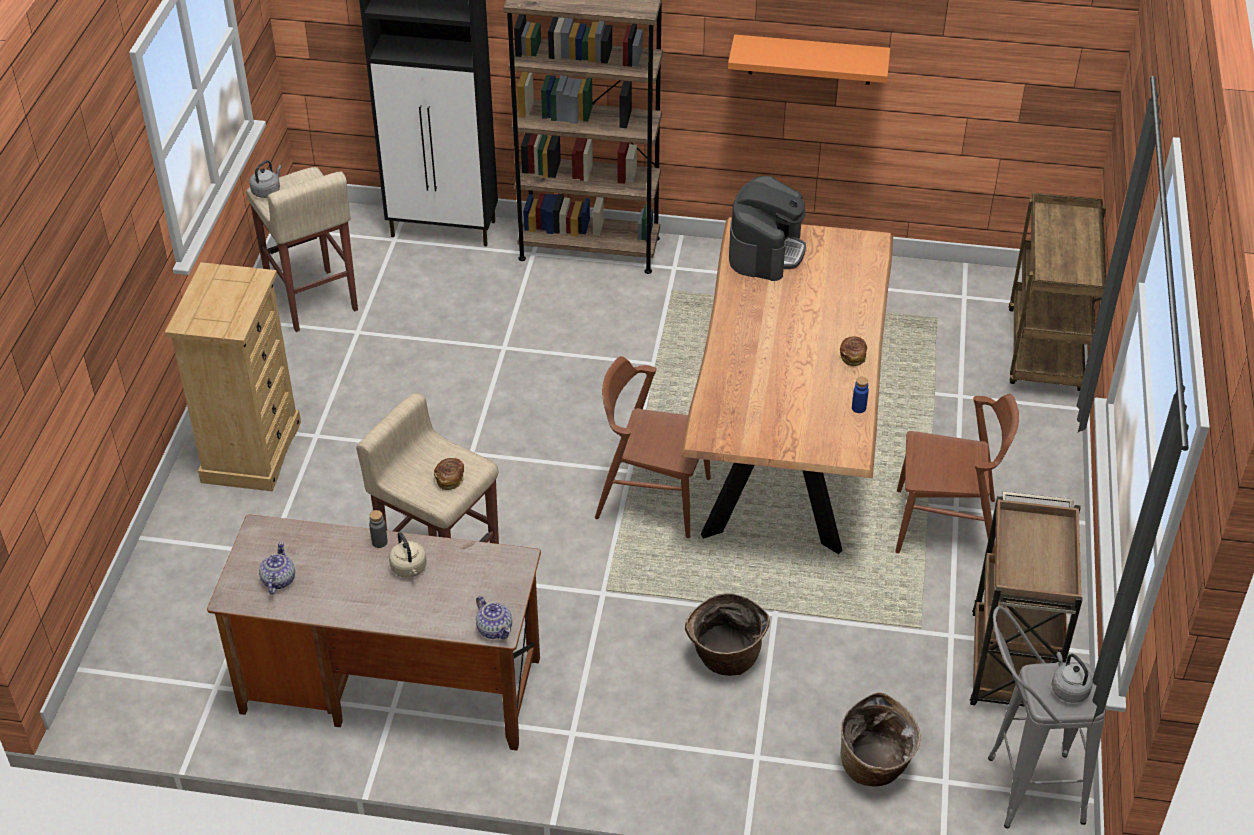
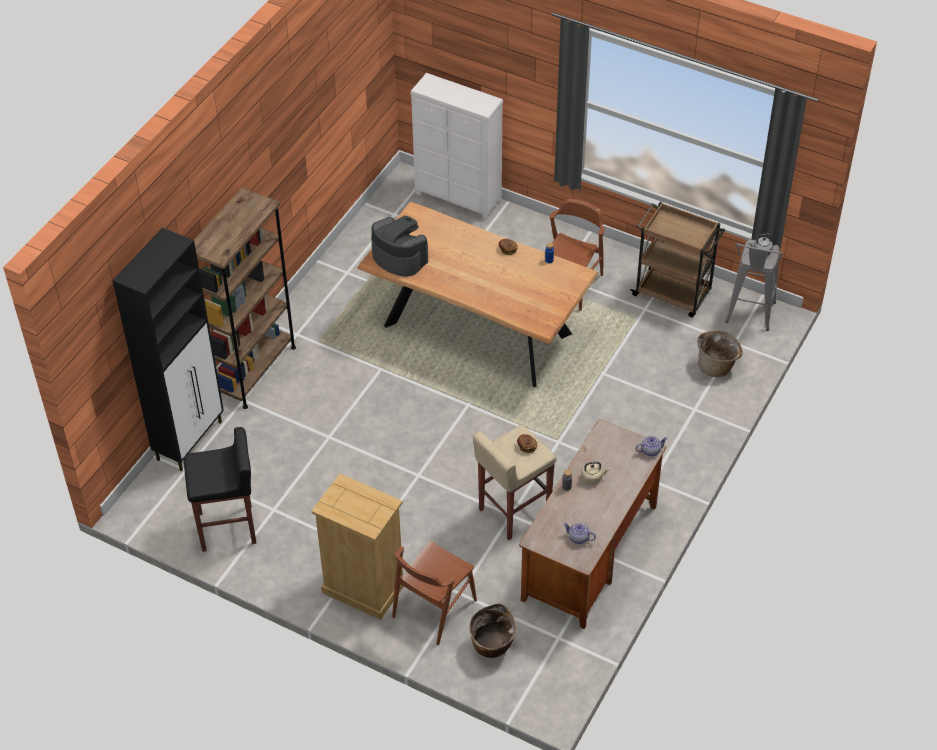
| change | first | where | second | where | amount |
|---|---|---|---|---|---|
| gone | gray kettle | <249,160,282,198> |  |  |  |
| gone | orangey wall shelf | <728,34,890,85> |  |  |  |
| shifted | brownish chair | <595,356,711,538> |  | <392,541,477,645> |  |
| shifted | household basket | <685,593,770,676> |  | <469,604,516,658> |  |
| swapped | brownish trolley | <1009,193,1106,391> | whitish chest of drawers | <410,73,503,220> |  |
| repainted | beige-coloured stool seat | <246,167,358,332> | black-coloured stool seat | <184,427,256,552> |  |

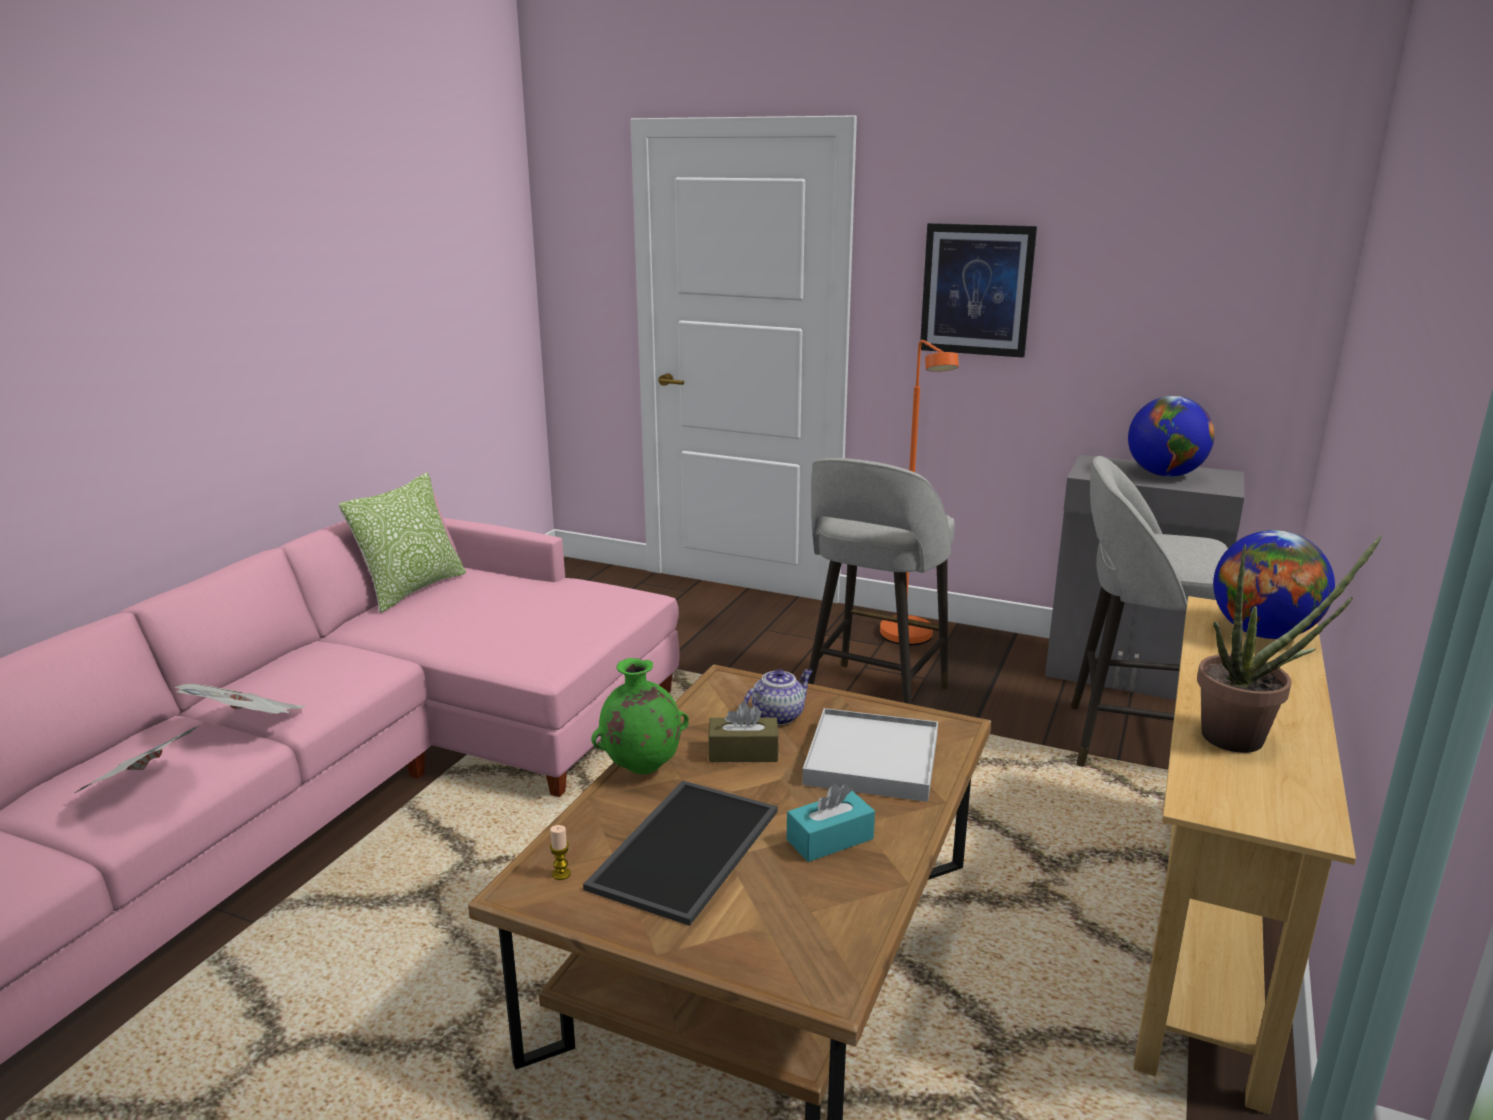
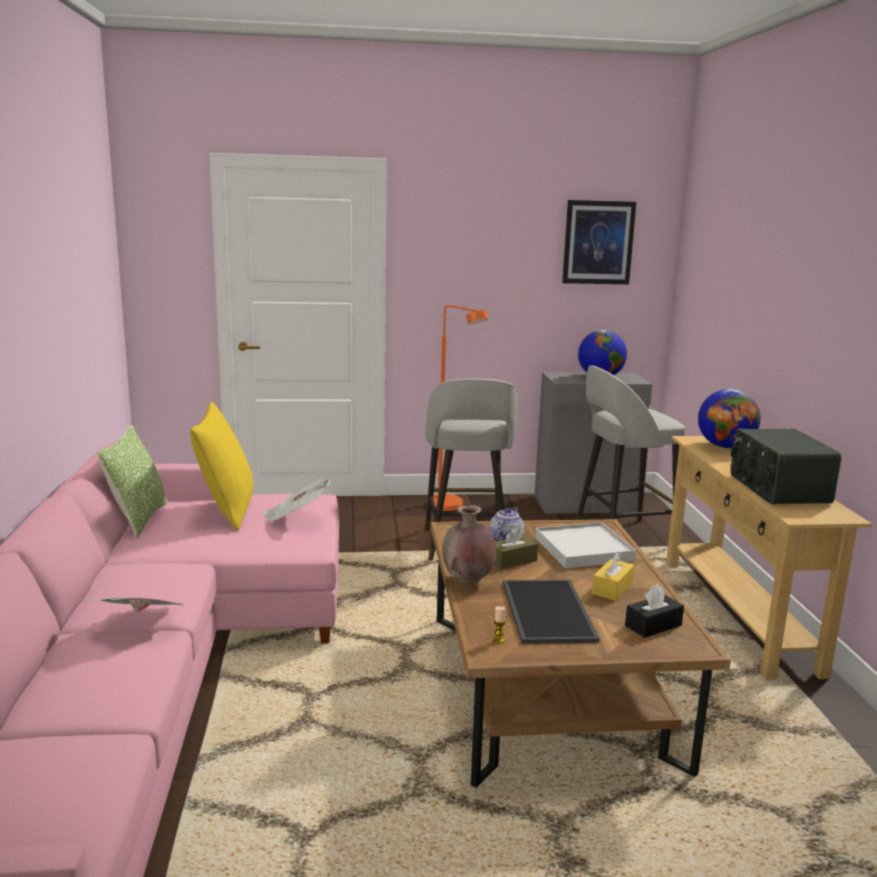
| change | first | where | second | where | amount |
|---|---|---|---|---|---|
| new |  |  | yellow pillow | <190,402,253,531> |  |
| new |  |  | black-coloured box of tissues | <625,584,684,638> |  |
| shifted | daily paper | <75,726,198,793> |  | <263,479,331,523> |  |
| shifted | wall art | <920,223,1037,358> |  | <562,200,636,284> |  |
| swapped | potted plant | <1197,535,1382,753> | radio receiver | <730,428,841,504> |  |
| repainted | green-coloured vase | <591,658,689,774> | brownish vase | <442,505,497,584> |  |
| repainted | turquoise-coloured box of tissues | <787,784,875,862> | yellow box of tissues | <592,551,634,601> |  |

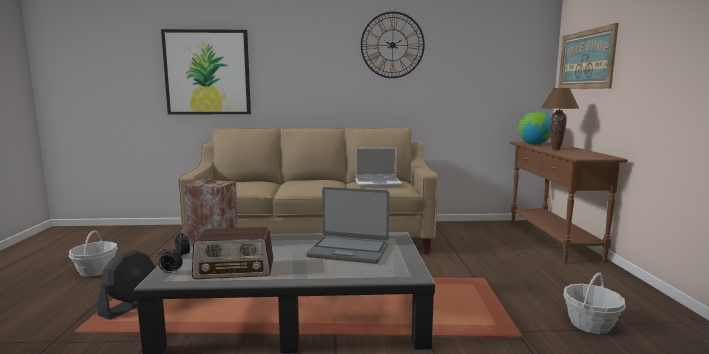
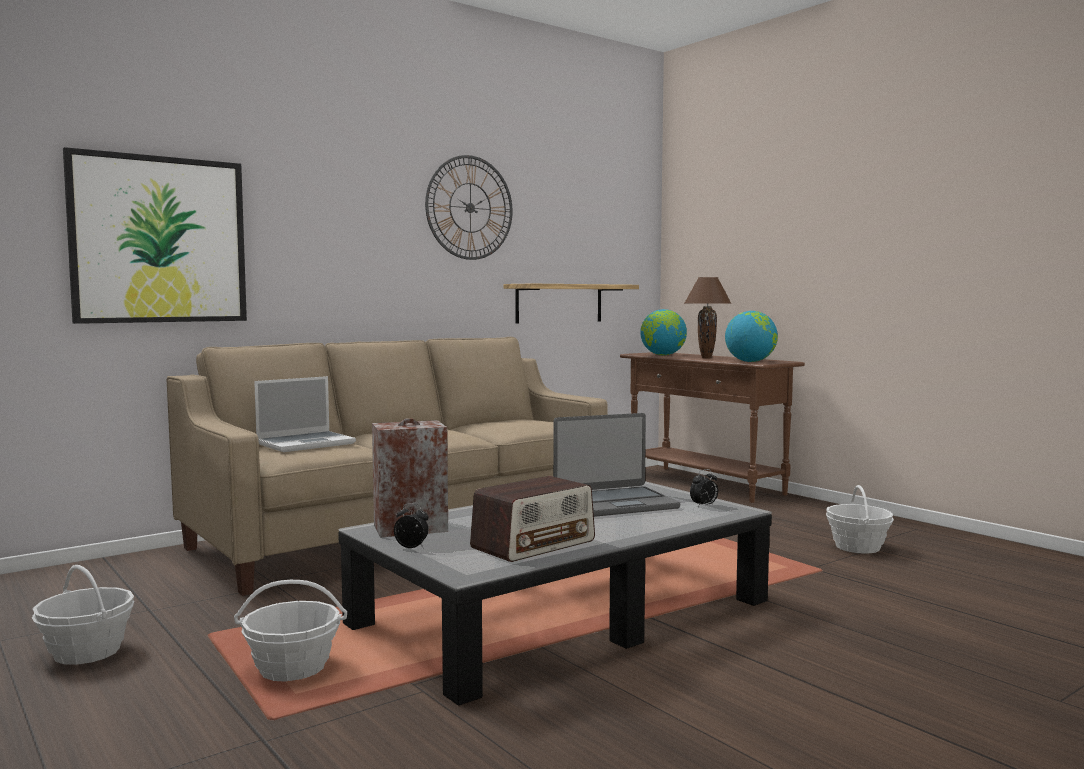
| change | first | where | second | where | amount |
|---|---|---|---|---|---|
| gone | wall art | <558,23,618,89> |  |  |  |
| new |  |  | wall shelf | <504,284,639,323> |  |
| new |  |  | globe | <725,311,778,362> |  |
| shifted | table clock | <158,245,183,273> |  | <690,469,718,507> |  |
| shifted | portable computer | <355,147,402,187> |  | <254,376,356,452> |  |
| swapped | black-coloured fan | <98,250,156,320> | household basket | <234,580,347,681> |  |

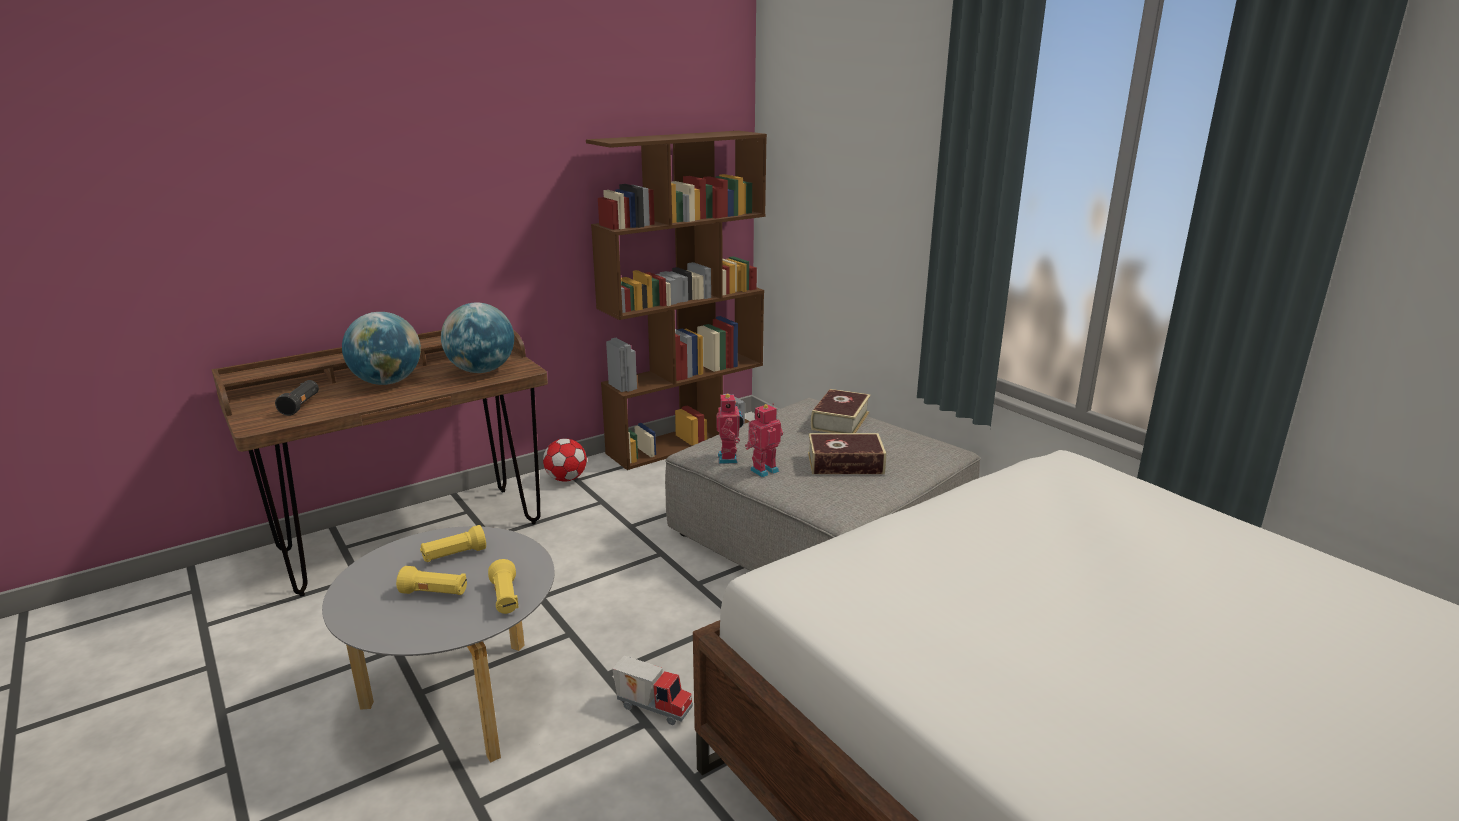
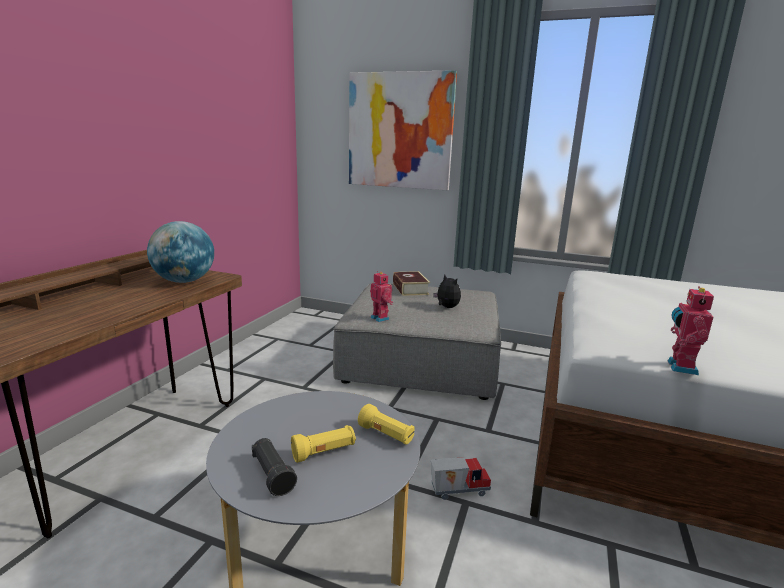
| change | first | where | second | where | amount |
|---|---|---|---|---|---|
| gone | globe | <342,312,421,385> |  |  |  |
| gone | yellow flashlight | <420,525,486,562> |  |  |  |
| gone | football | <543,438,587,481> |  |  |  |
| gone | brownish bookshelf | <586,131,767,470> |  |  |  |
| new |  |  | wall art | <349,70,457,190> |  |
| shifted | black-coloured flashlight | <275,380,319,416> |  | <252,438,297,496> |  |
| shifted | robot figure | <745,404,783,477> |  | <668,286,714,375> |  |
| swapped | bound book | <808,433,886,474> | cuddly toy | <433,274,461,308> |  |

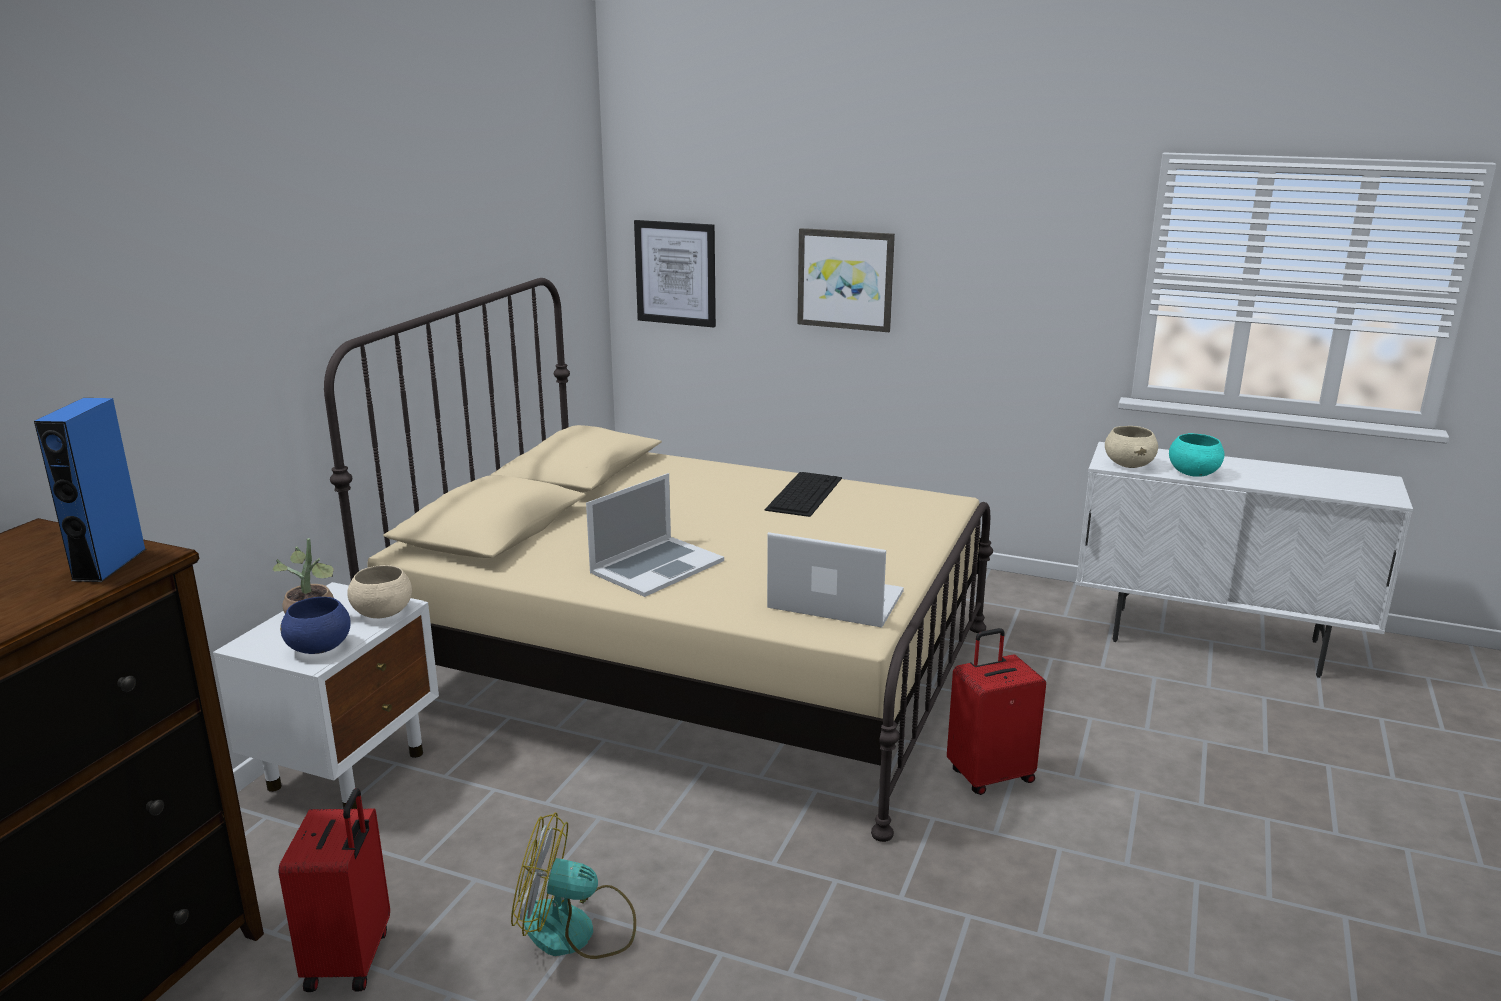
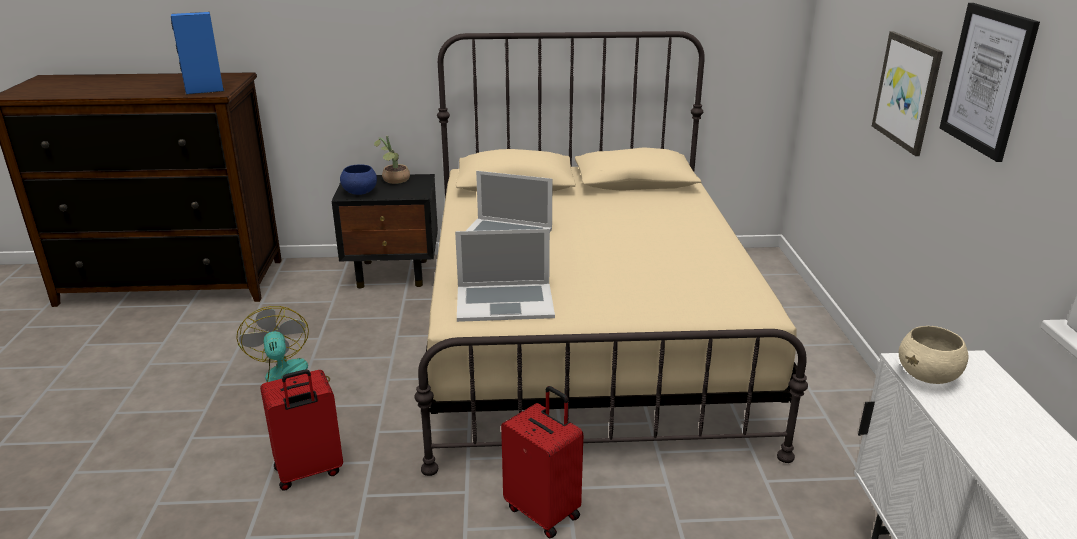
| change | first | where | second | where | amount |
|---|---|---|---|---|---|
| gone | beige-coloured bowl | <347,565,412,618> |  |  |  |
| gone | computer keyboard | <765,472,842,517> |  |  |  |
| gone | turquoise-coloured bowl | <1169,433,1225,477> |  |  |  |
| shifted | red-coloured suitcase | <279,788,390,992> |  | <260,369,343,491> |  |
| shifted | wall art | <634,220,716,328> |  | <940,3,1040,162> |  |
| repainted | whitish bedside table | <213,582,439,809> | black-coloured bedside table | <332,174,438,288> |  |
| rotated | portable computer | <767,532,904,628> |  | <455,229,555,322> | 90 degrees clockwise |

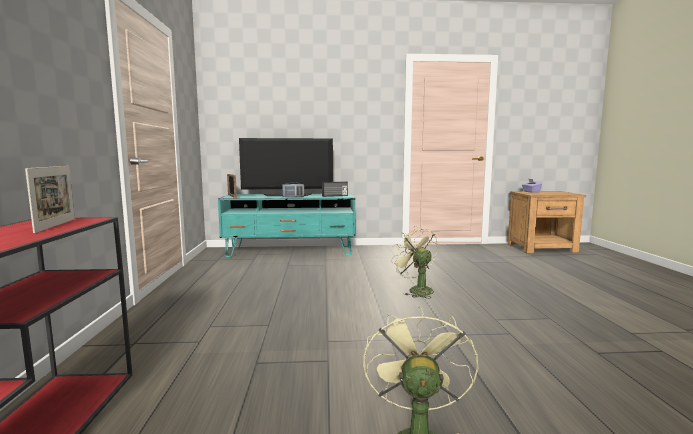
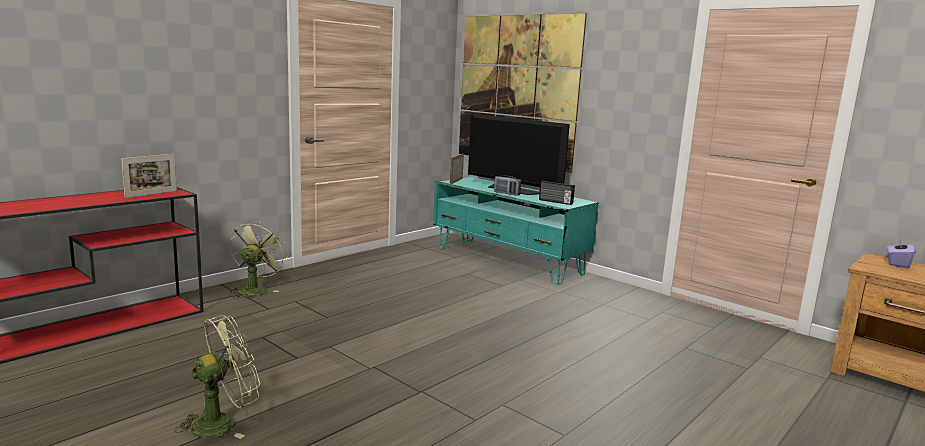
| change | first | where | second | where | amount |
|---|---|---|---|---|---|
| new |  |  | wall art | <459,13,587,173> |  |
| shifted | green-coloured fan | <391,226,438,299> |  | <229,220,288,298> |  |

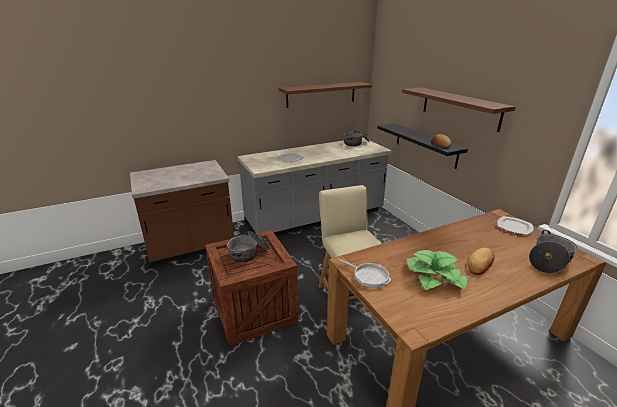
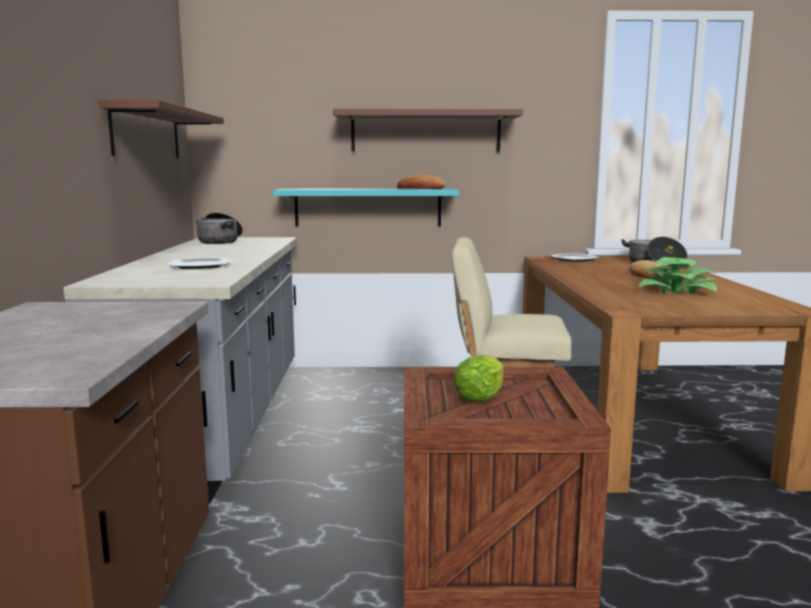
| change | first | where | second | where | amount |
|---|---|---|---|---|---|
| gone | skillet | <337,258,391,288> |  |  |  |
| swapped | stockpot | <227,231,270,263> | lettuce head | <454,355,504,402> |  |
| repainted | black-coloured wall shelf | <377,123,468,169> | turquoise-coloured wall shelf | <273,189,459,226> |  |

